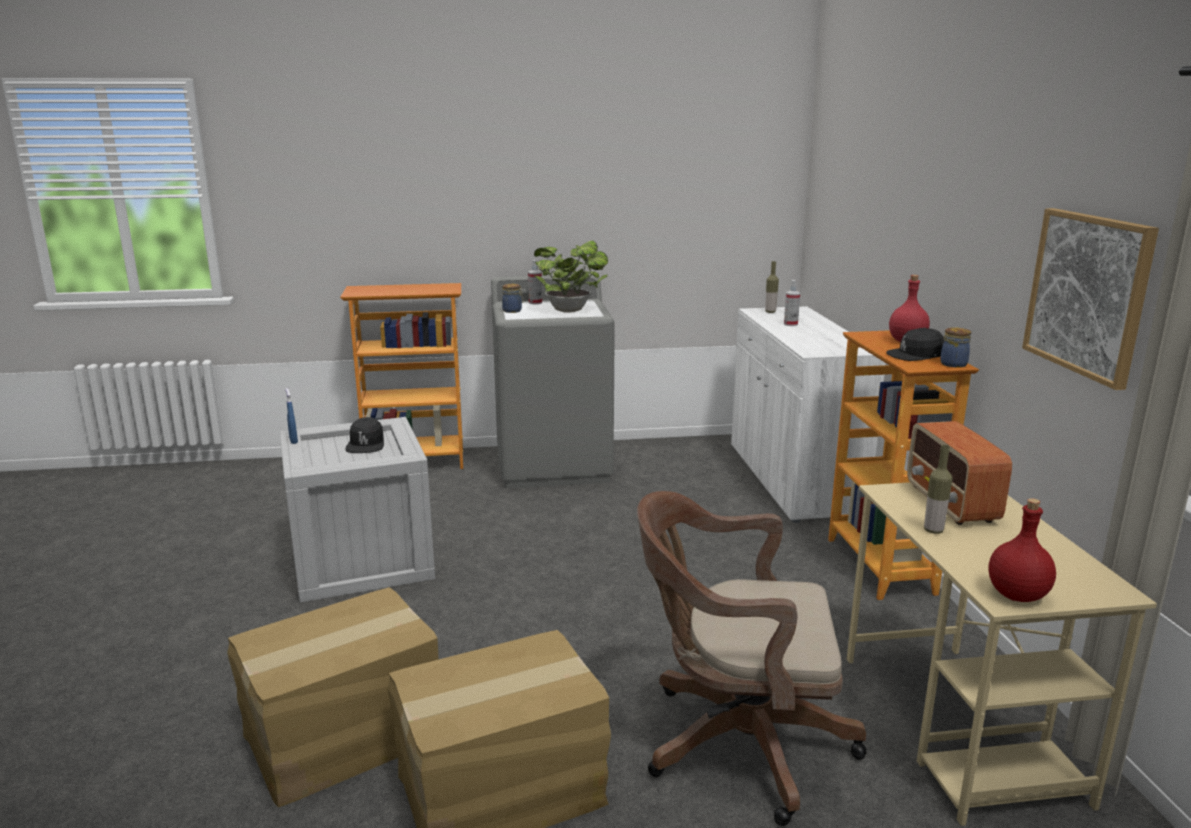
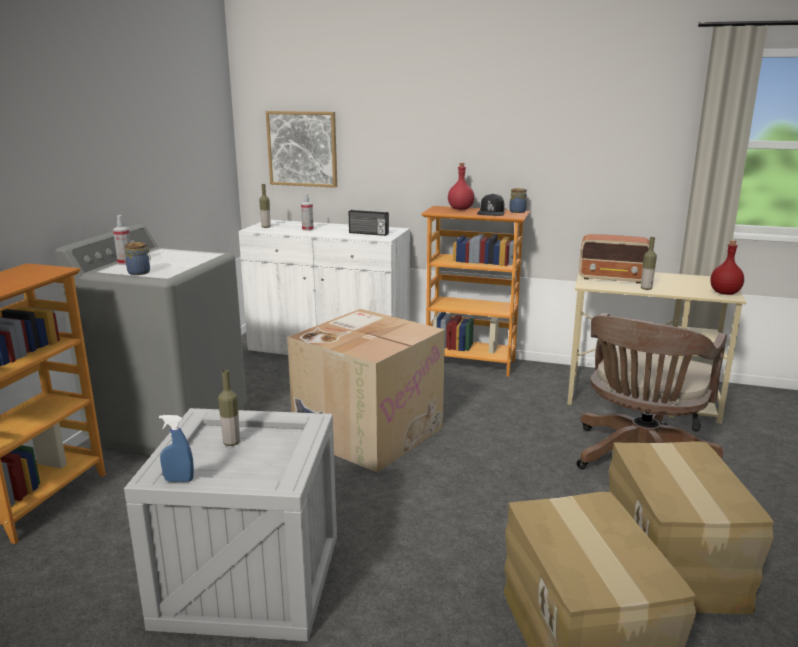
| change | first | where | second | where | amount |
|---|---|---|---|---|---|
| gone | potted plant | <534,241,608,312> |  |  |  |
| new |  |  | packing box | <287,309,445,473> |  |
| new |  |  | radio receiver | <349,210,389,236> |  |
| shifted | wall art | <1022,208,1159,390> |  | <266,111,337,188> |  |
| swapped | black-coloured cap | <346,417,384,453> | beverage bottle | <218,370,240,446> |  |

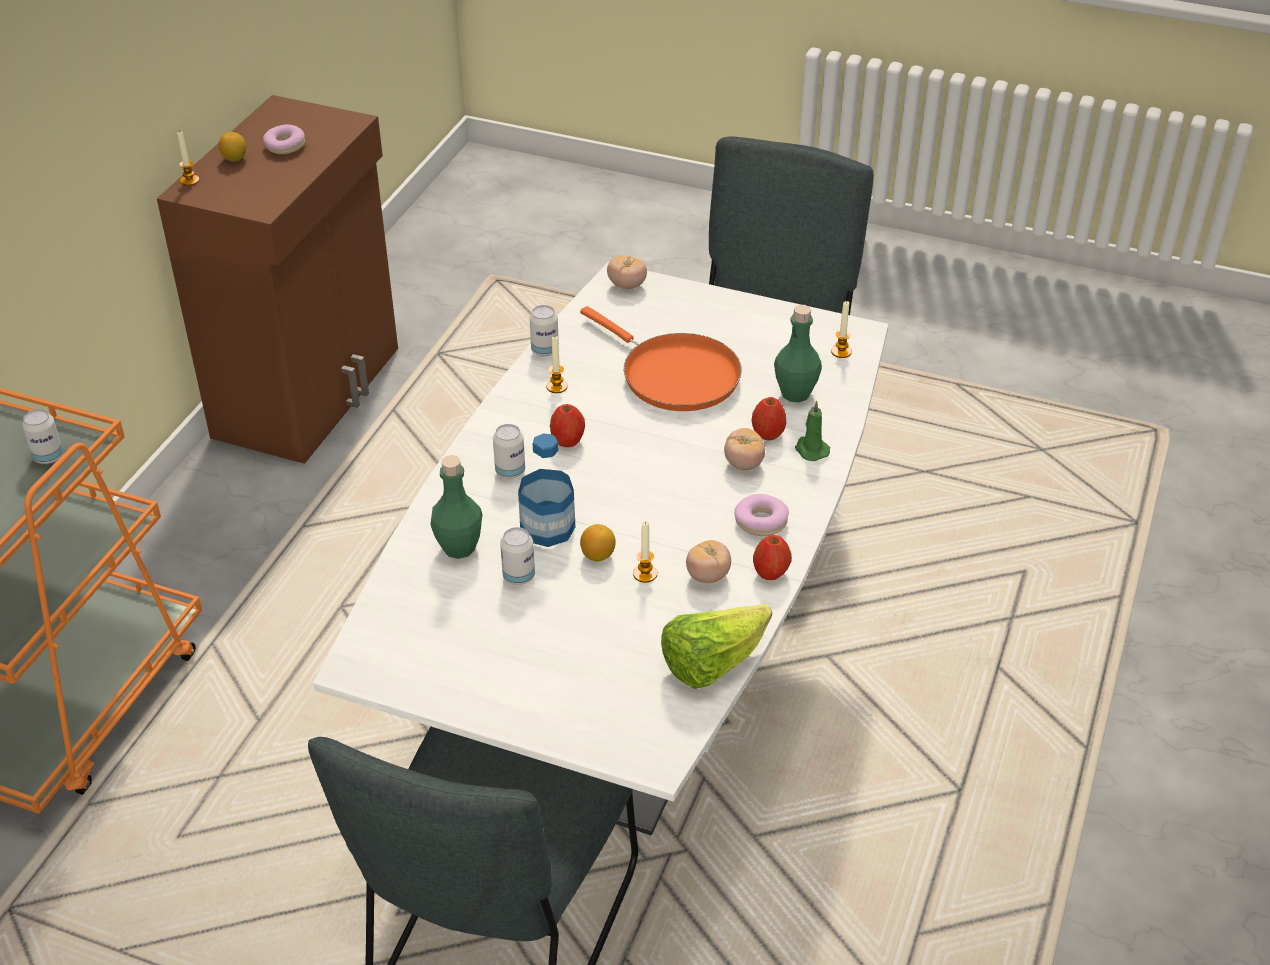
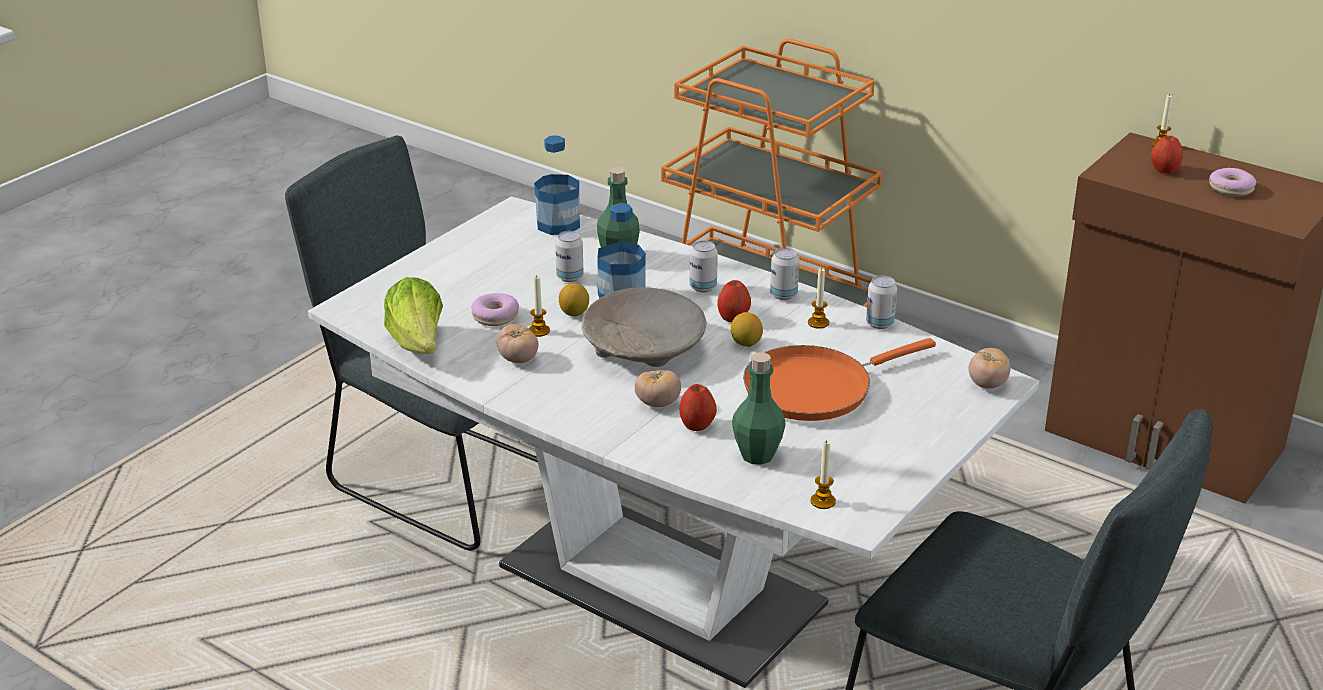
| change | first | where | second | where | amount |
|---|---|---|---|---|---|
| gone | green-coloured wax light | <795,401,830,461> |  |  |  |
| new |  |  | beverage bottle | <534,135,580,235> |  |
| new |  |  | beige-coloured bowl | <582,288,706,367> |  |
| shifted | can | <22,409,63,464> |  | <770,248,799,300> |  |
| shifted | citrus fruit | <218,132,246,162> |  | <731,312,763,347> |  |
| shifted | doughnut | <734,494,789,536> |  | <471,293,519,326> |  |
| shifted | whole apple | <753,535,792,580> |  | <1151,136,1183,174> |  |

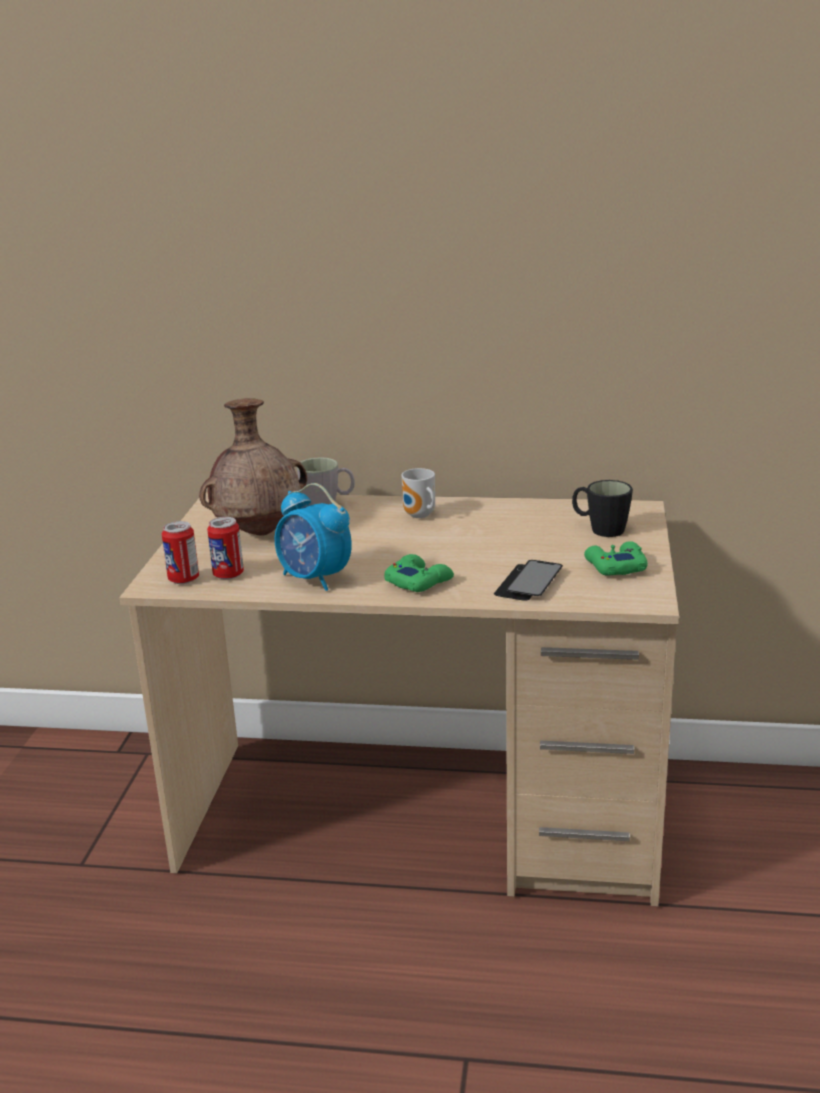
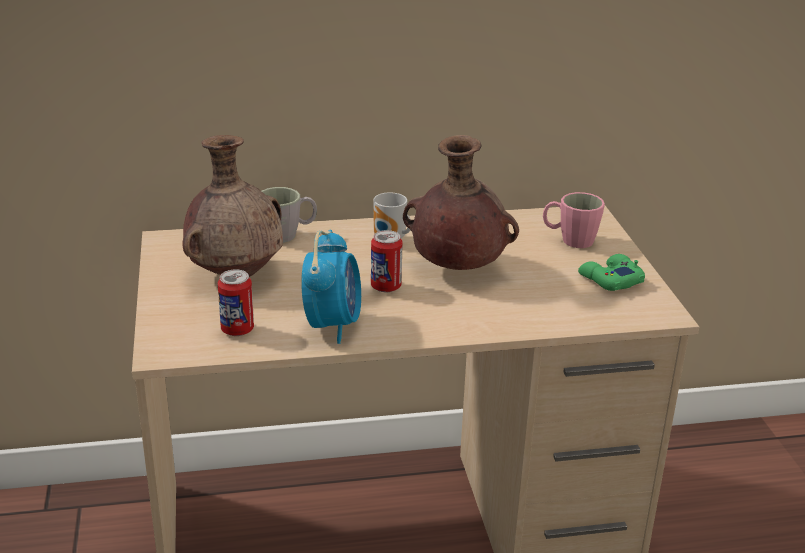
| change | first | where | second | where | amount |
|---|---|---|---|---|---|
| gone | green-coloured gamepad | <384,554,454,592> |  |  |  |
| gone | handset | <494,560,563,601> |  |  |  |
| new |  |  | brownish vase | <403,135,519,270> |  |
| shifted | can | <162,521,199,584> |  | <371,230,403,292> |  |
| repainted | black-coloured coffee mug | <572,480,633,537> | pinkish coffee mug | <543,192,605,248> |  |
| rotated | table clock | <275,483,352,591> |  | <301,230,361,344> | 105 degrees counterclockwise |

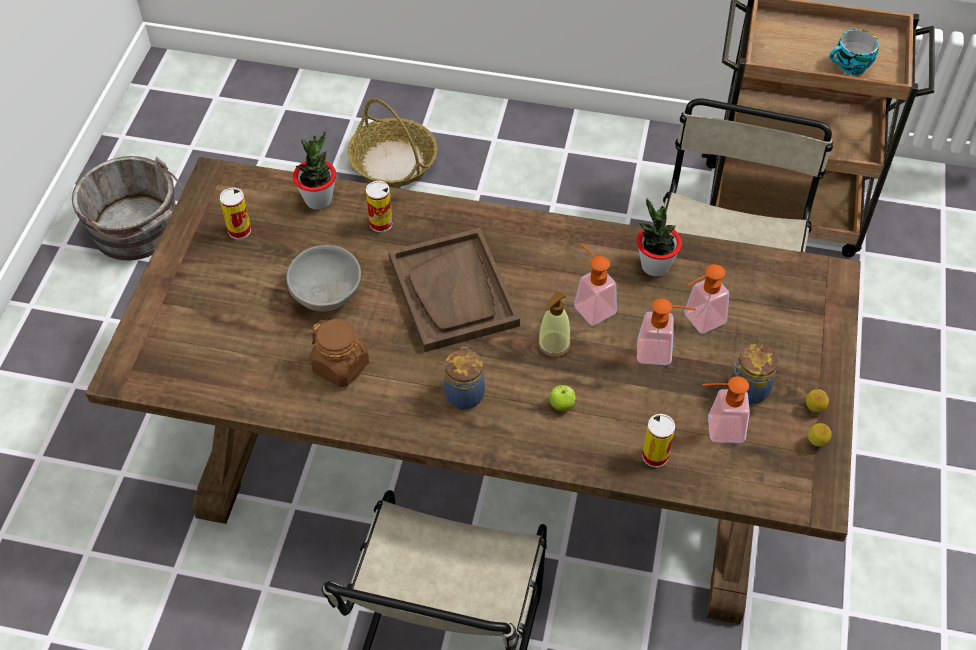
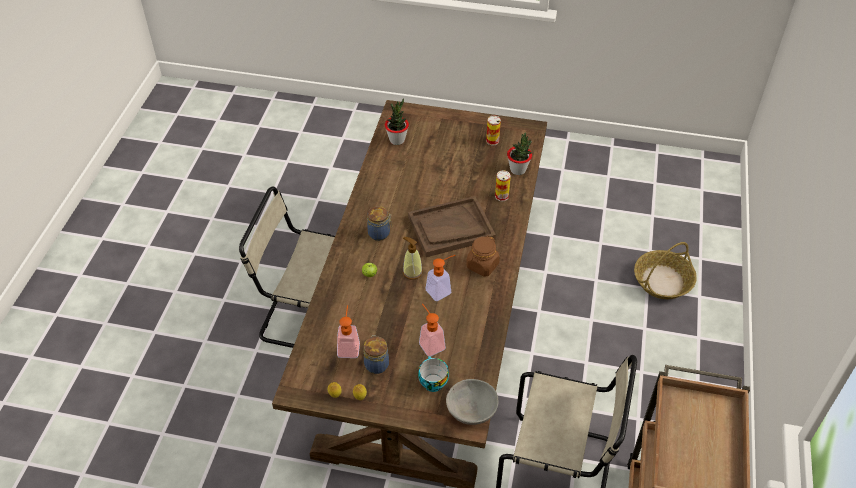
| change | first | where | second | where | amount |
|---|---|---|---|---|---|
| gone | gray pail | <72,156,183,260> |  |  |  |
| gone | soap dispenser | <637,298,696,365> |  |  |  |
| gone | can | <642,414,675,468> |  |  |  |
| shifted | gray bowl | <286,245,361,312> |  | <446,379,499,425> |  |
| shifted | brownish storage jar | <310,319,369,387> |  | <466,235,500,277> |  |
| shifted | potted plant | <637,198,682,277> |  | <385,98,409,145> |  |
| shifted | small cup | <830,29,879,75> |  | <418,356,449,392> |  |

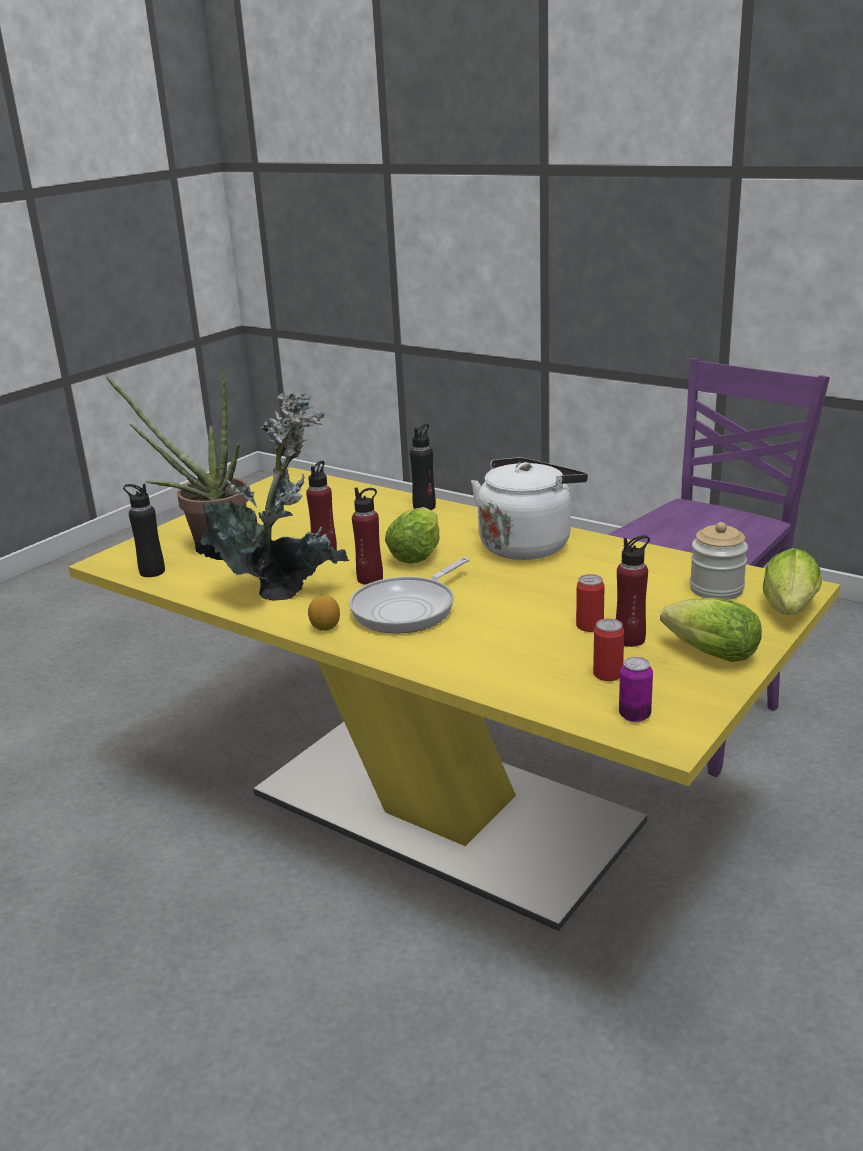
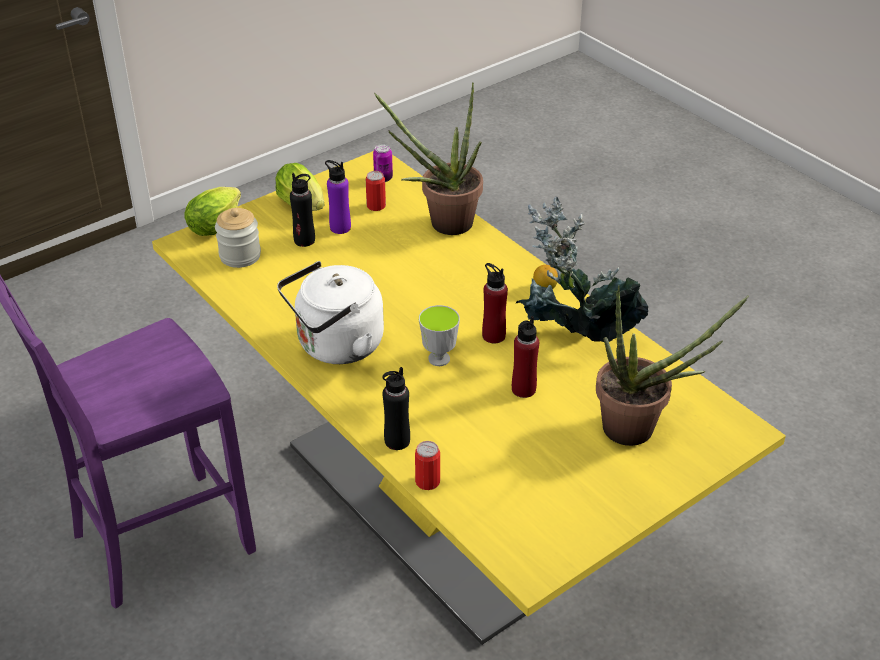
| change | first | where | second | where | amount |
|---|---|---|---|---|---|
| gone | skillet | <349,557,469,634> |  |  |  |
| new |  |  | potted plant | <374,82,483,235> |  |
| shifted | black-coloured beverage bottle | <123,484,165,577> |  | <290,173,315,247> |  |
| shifted | can | <576,574,605,632> |  | <415,441,440,490> |  |
| swapped | lettuce head | <385,507,440,564> | small cup | <419,305,460,366> |  |
| repainted | red-coloured beverage bottle | <616,535,650,647> | purple-coloured beverage bottle | <325,160,351,234> |  |

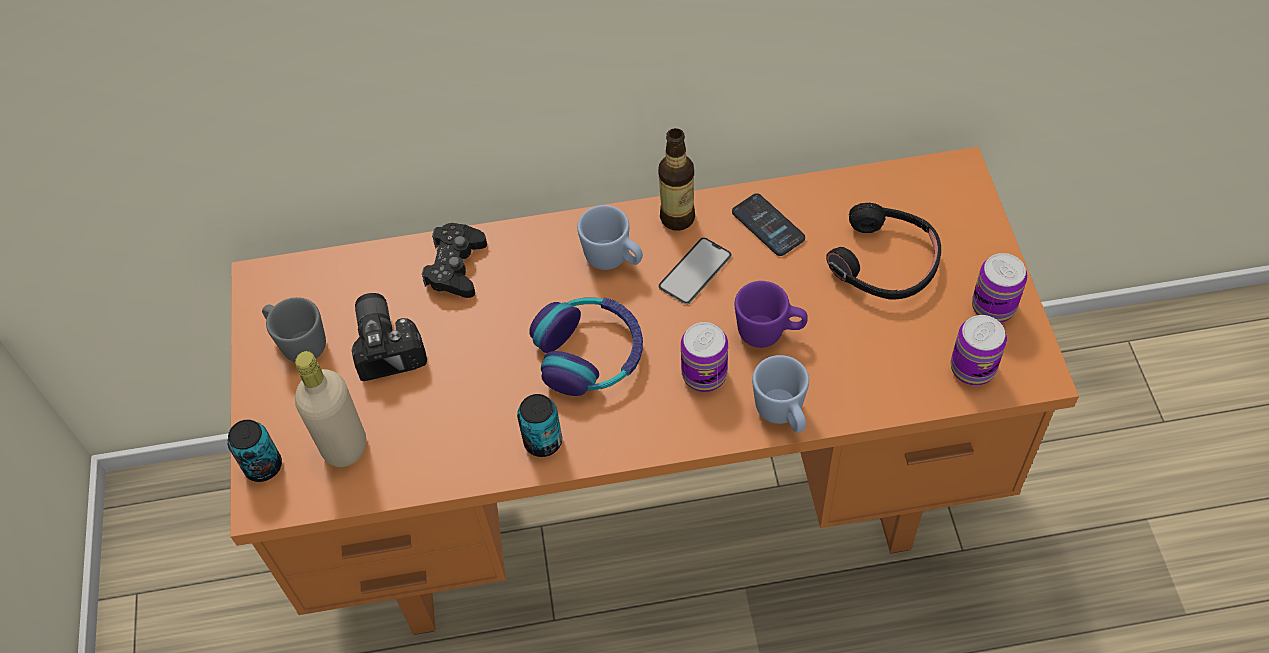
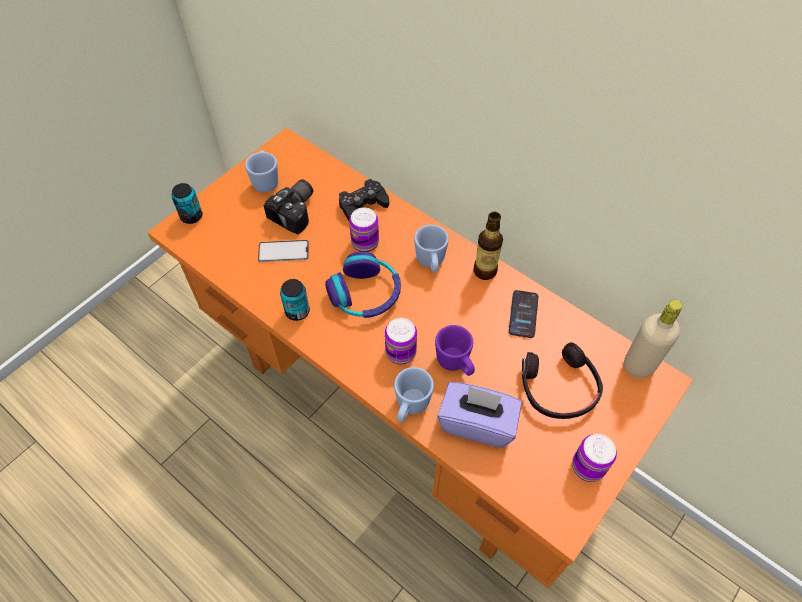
| change | first | where | second | where | amount |
|---|---|---|---|---|---|
| new |  |  | purple-coloured box of tissues | <437,382,522,448> |  |
| shifted | beige-coloured beverage bottle | <295,351,366,467> |  | <624,300,683,378> |  |
| shifted | handset | <658,237,732,305> |  | <258,240,309,262> |  |
| shifted | can | <951,315,1007,385> |  | <349,207,379,252> |  |
| repainted | gray coffee mug | <262,297,326,362> | blue-coloured coffee mug | <245,150,278,193> |  |

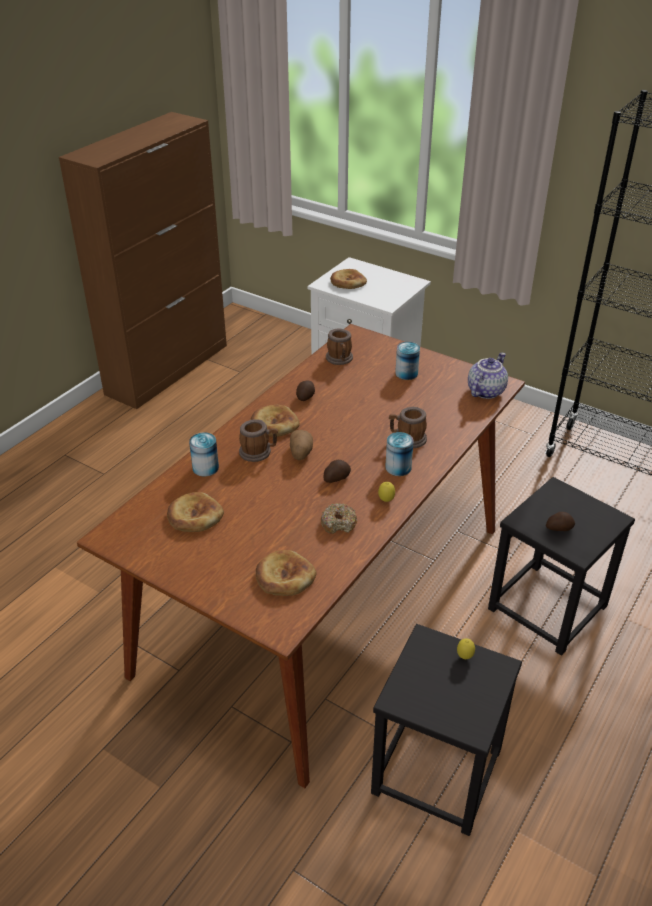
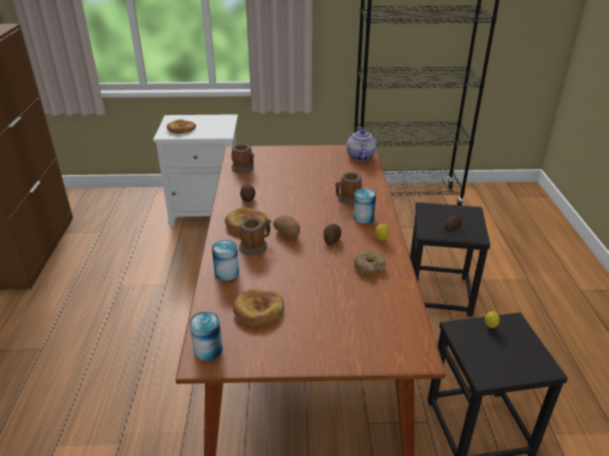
| change | first | where | second | where | amount |
|---|---|---|---|---|---|
| gone | bread | <256,550,317,596> |  |  |  |
| shifted | can | <395,342,420,380> |  | <189,312,223,361> |  |

